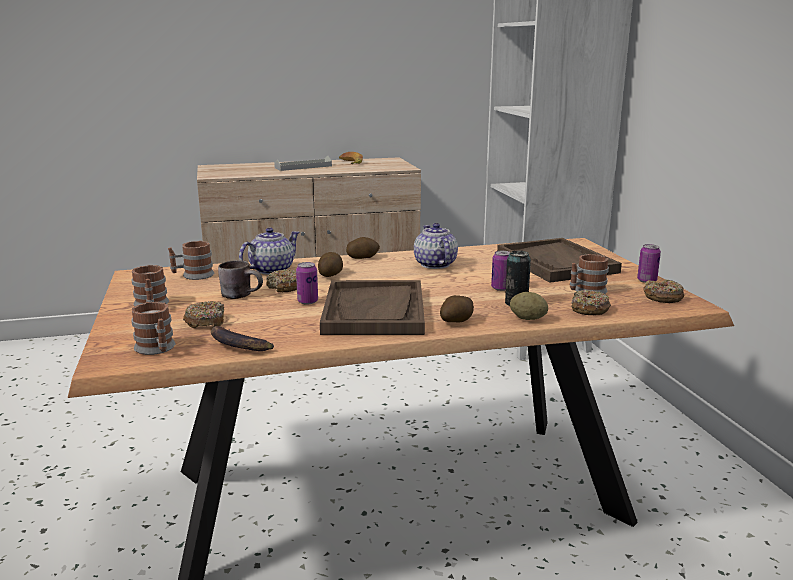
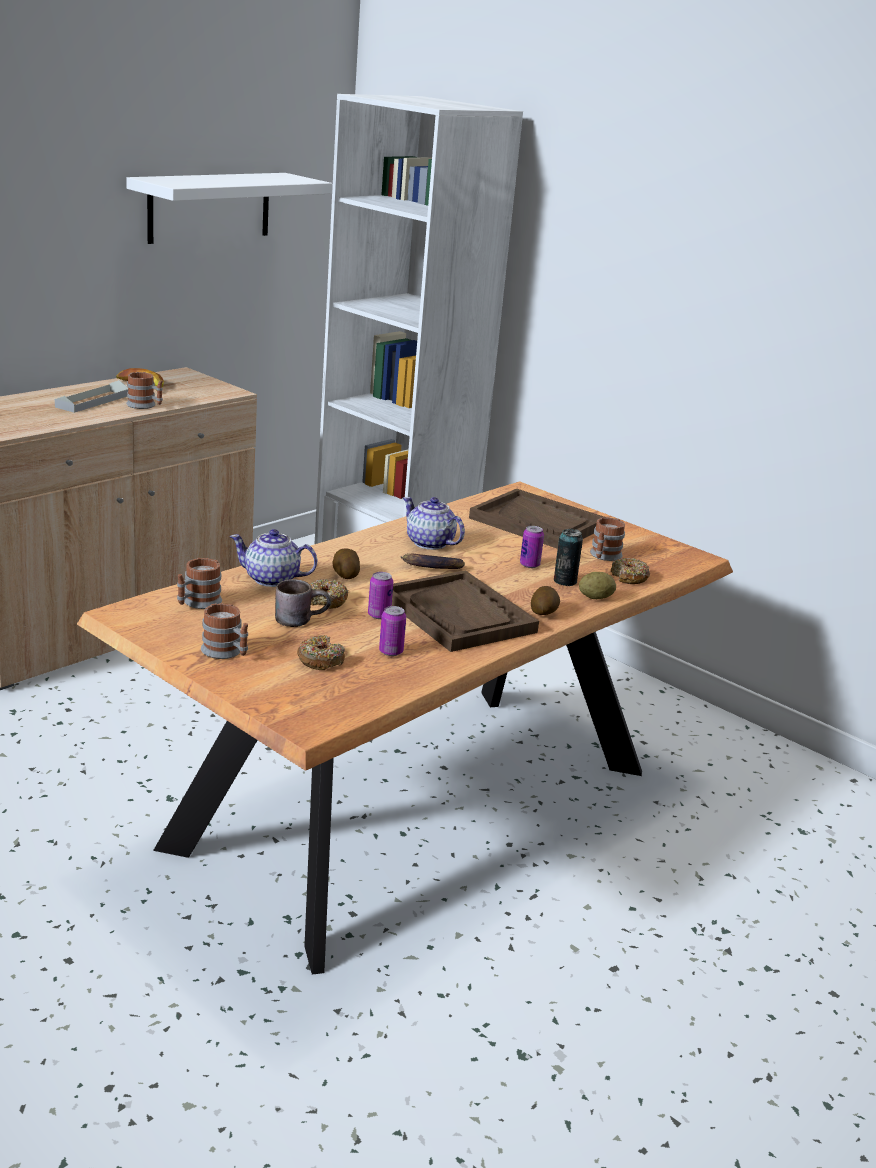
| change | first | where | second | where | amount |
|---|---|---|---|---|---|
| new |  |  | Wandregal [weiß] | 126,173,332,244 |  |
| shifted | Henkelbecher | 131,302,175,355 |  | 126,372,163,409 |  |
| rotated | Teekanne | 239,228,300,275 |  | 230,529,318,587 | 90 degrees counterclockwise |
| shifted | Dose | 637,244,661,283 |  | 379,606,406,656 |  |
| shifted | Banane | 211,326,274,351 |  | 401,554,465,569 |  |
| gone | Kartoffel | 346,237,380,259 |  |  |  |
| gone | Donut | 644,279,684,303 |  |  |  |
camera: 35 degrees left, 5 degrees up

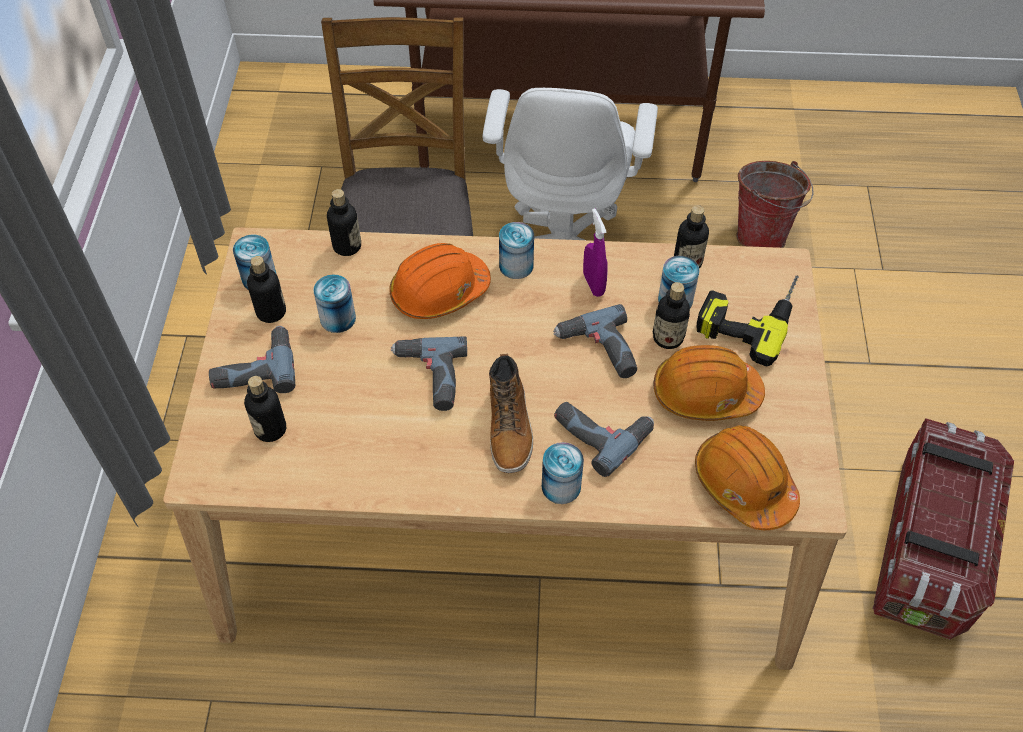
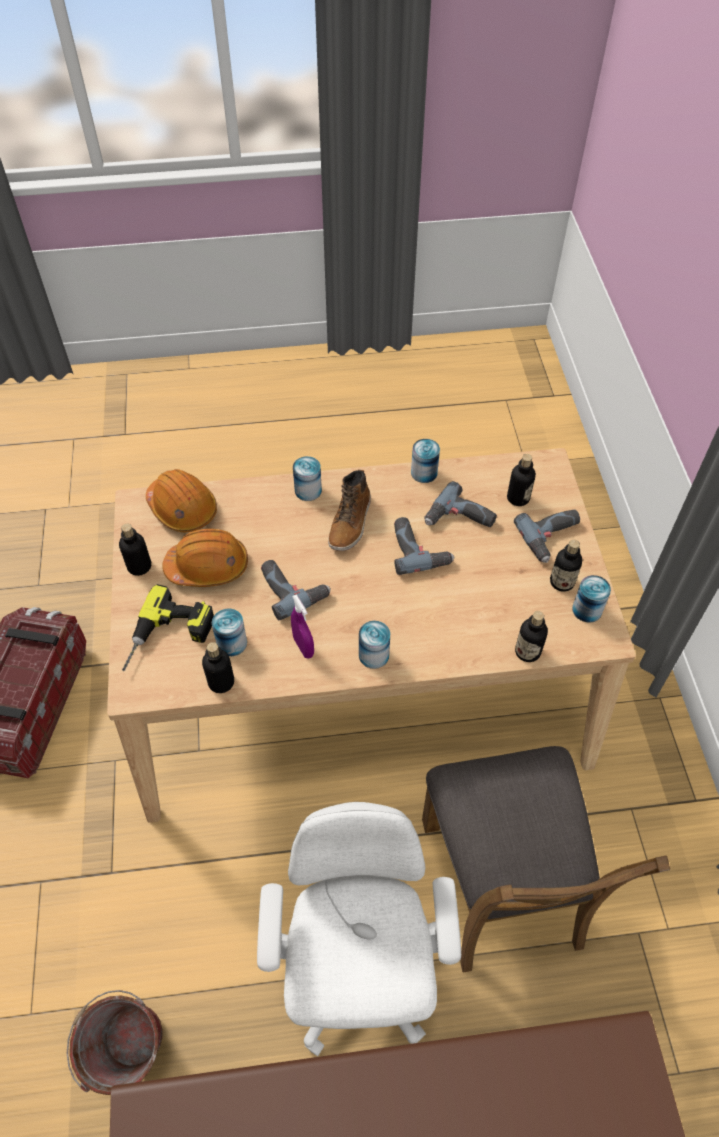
| change | first | where | second | where | amount |
|---|---|---|---|---|---|
| shifted | Flasche | 653,282,690,349 |  | 119,524,151,576 |  |
| rotated | Stiefel | 489,353,533,473 |  | 328,469,371,551 | 150 degrees counterclockwise |
| shifted | Dose | 313,275,356,333 |  | 411,439,440,483 |  |
| shifted | Bohrmaschine | 554,402,654,477 |  | 424,481,497,527 |  |
| gone | Schutzhelm [orange] | 389,243,491,319 |  |  |  |
camera: 170 degrees right, 0 degrees up

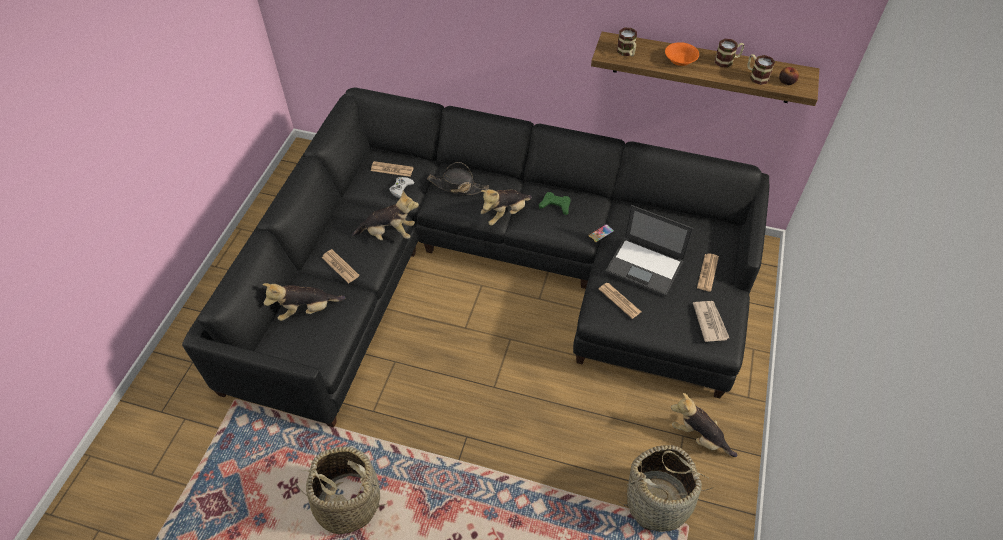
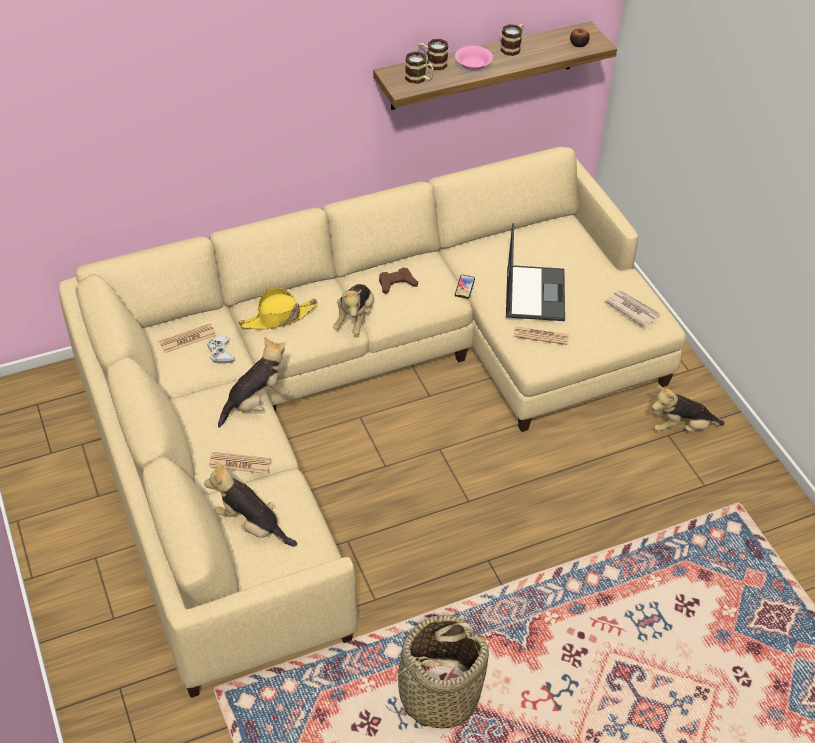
| change | first | where | second | where | amount |
|---|---|---|---|---|---|
| repainted | Sofa [schwarz] | 182,87,769,427 | Sofa [beige] | 59,147,686,698 |  |
| rotated | Plüschtier | 262,283,345,321 |  | 204,462,297,547 | 90 degrees clockwise |
| repainted | Hut [schwarz] | 427,162,489,195 | Hut [gelb] | 238,287,318,330 |  |
| repainted | Gamepad [grün] | 539,192,570,215 | Gamepad [braun] | 379,268,418,294 |  |
| shifted | Henkelbecher | 747,54,775,85 |  | 418,39,448,70 |  |
| repainted | Schüssel [orange] | 665,42,699,66 | Schüssel [rosa] | 455,46,493,71 |  |
| rotated | Laptop | 606,205,693,296 |  | 506,223,565,321 | 75 degrees counterclockwise |
| gone | Korb | 618,445,713,532 |  |  |  |
| gone | Zeitung | 697,253,719,292 |  |  |  |
camera: 40 degrees left, 5 degrees down

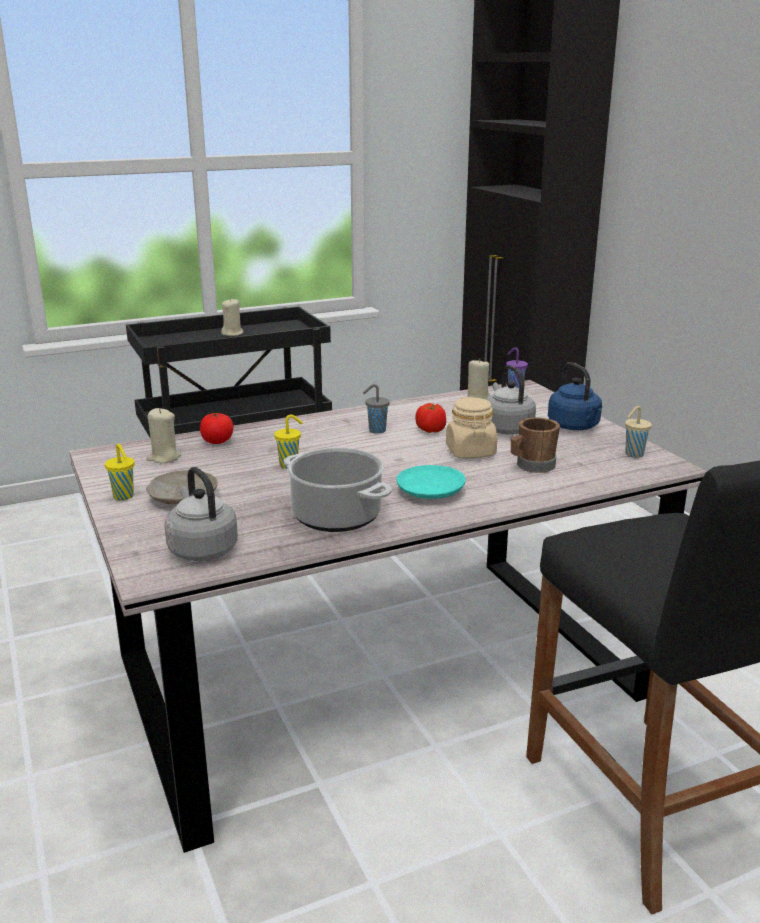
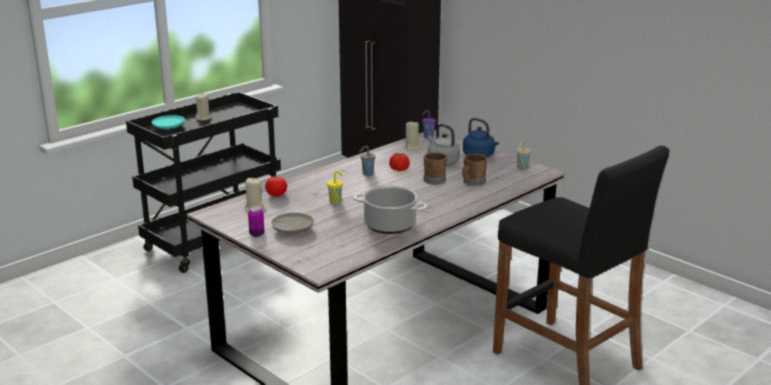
| change | first | where | second | where | amount |
|---|---|---|---|---|---|
| shifted | Teller [türkis] | 397,465,466,499 |  | 151,115,185,130 |  |
| swapped | Tasse [gelb] | 105,444,134,500 | Dose | 248,206,264,237 |  |
| swapped | Vorratsglas [beige] | 446,397,497,458 | Henkelbecher [braun] | 424,152,447,185 |  |
| gone | Wasserkessel [grau] | 164,467,238,561 |  |  |  |
camera: 20 degrees left, 0 degrees up

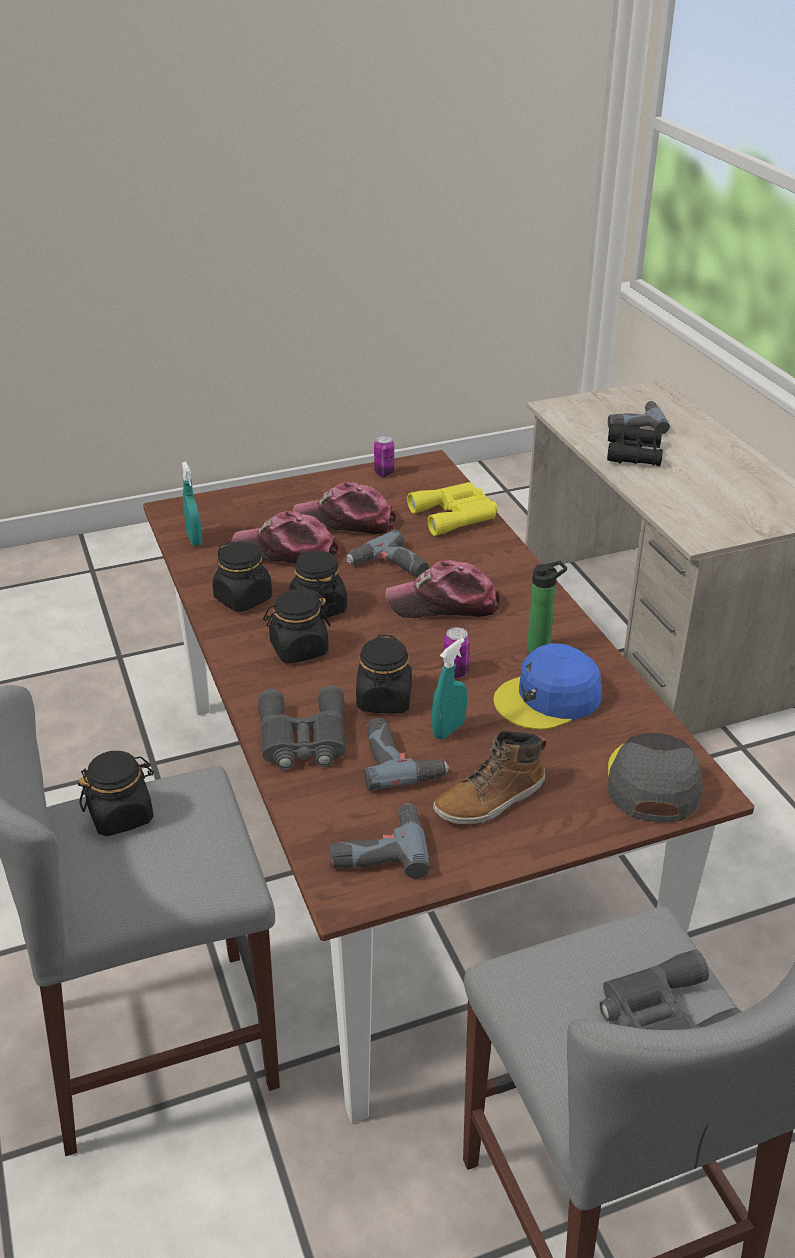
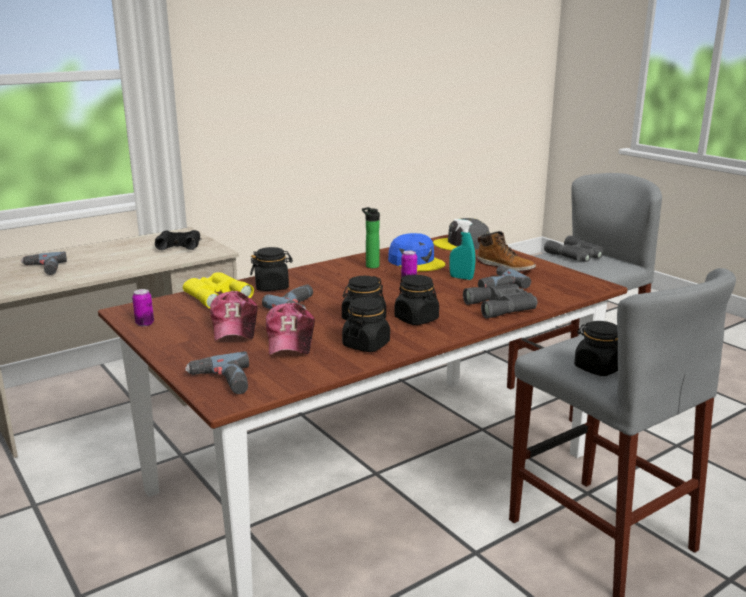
| change | first | where | second | where | amount |
|---|---|---|---|---|---|
| shifted | Fernglas [schwarz] | 607,423,663,466 |  | 155,230,202,250 |  |
| shifted | Bohrmaschine | 329,803,430,878 |  | 185,351,249,394 |  |
| shifted | Vorratsglas [schwarz] | 356,635,412,714 |  | 250,247,293,291 |  |
| gone | Sprühflasche [türkis] | 182,462,203,546 |  |  |  |
| gone | Kappe | 386,560,501,618 |  |  |  |
camera: 105 degrees left, 15 degrees down

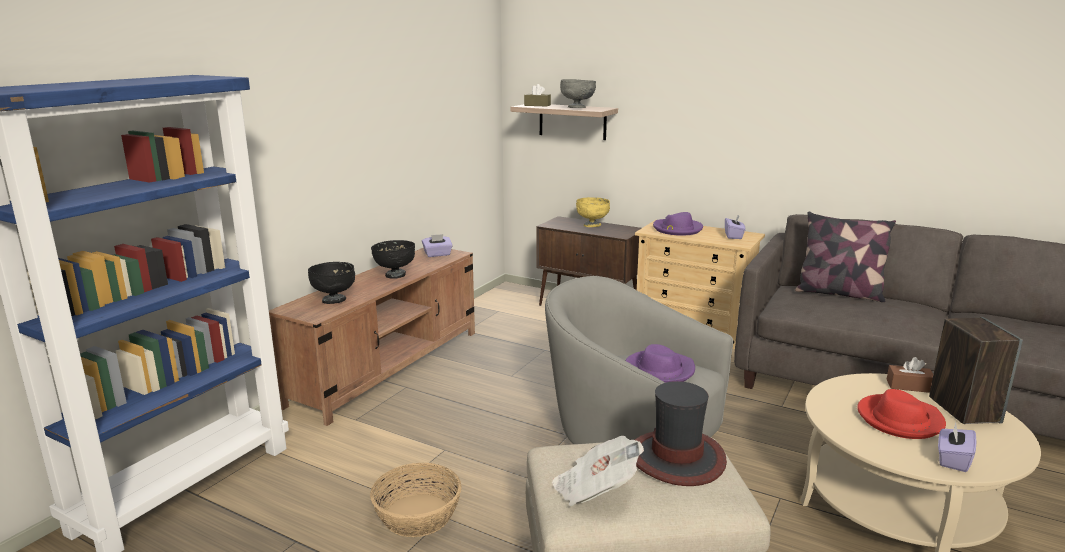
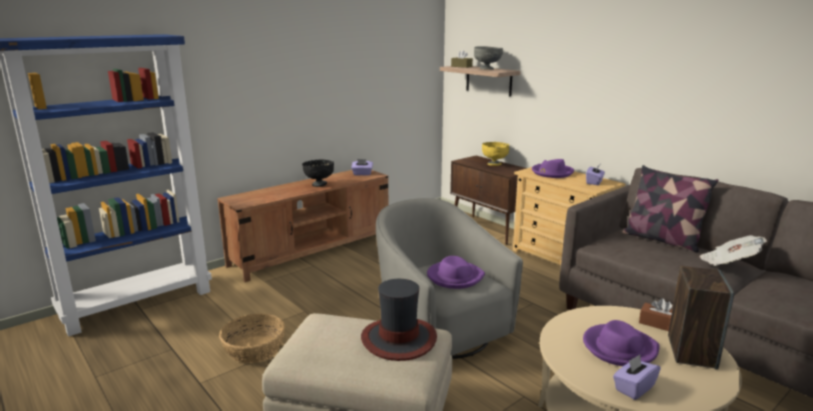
| change | first | where | second | where | amount |
|---|---|---|---|---|---|
| repainted | Hut [rot] | 857,389,946,439 | Hut [lila] | 583,320,660,366 |  |
| shifted | Zeitung | 552,436,644,506 |  | 700,235,767,266 |  |
| gone | Schüssel [schwarz] | 308,262,355,304 |  |  |  |
camera: 20 degrees right, 0 degrees up

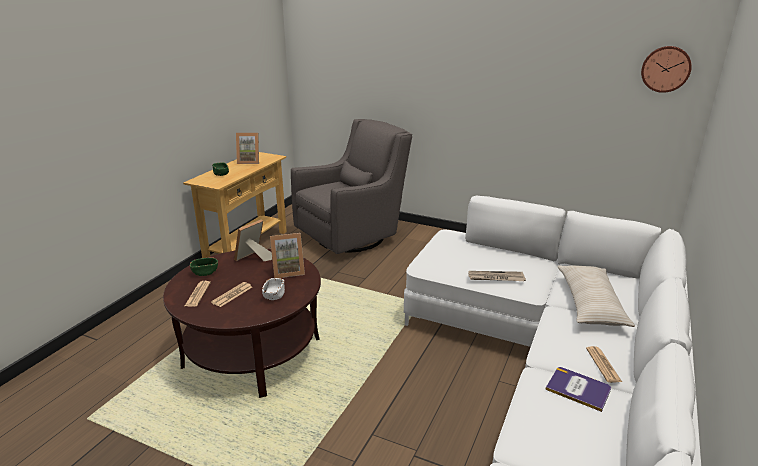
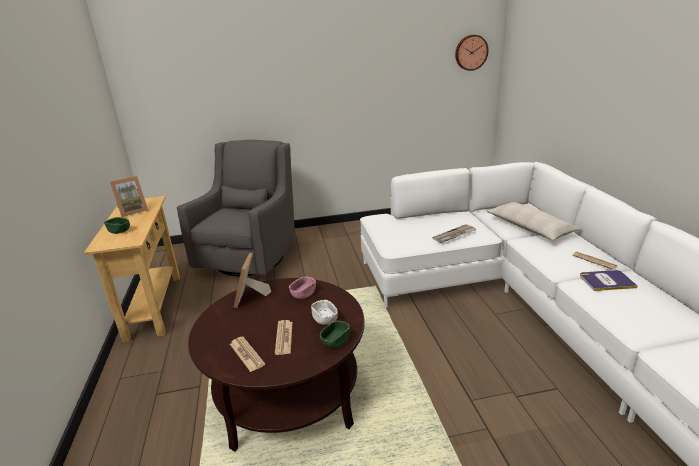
| change | first | where | second | where | amount |
|---|---|---|---|---|---|
| swapped | Bilderrahmen | 270,233,305,278 | Schüssel [rosa] | 289,276,316,299 |  |
| shifted | Schüssel [grün] | 190,257,218,276 |  | 320,321,350,349 |  |
camera: 35 degrees left, 0 degrees up

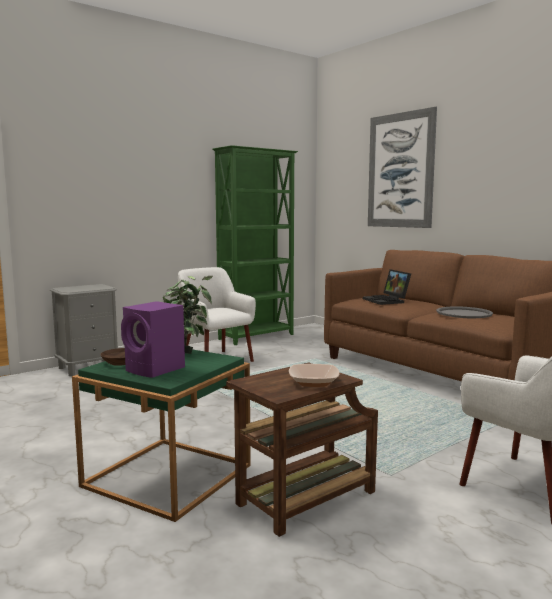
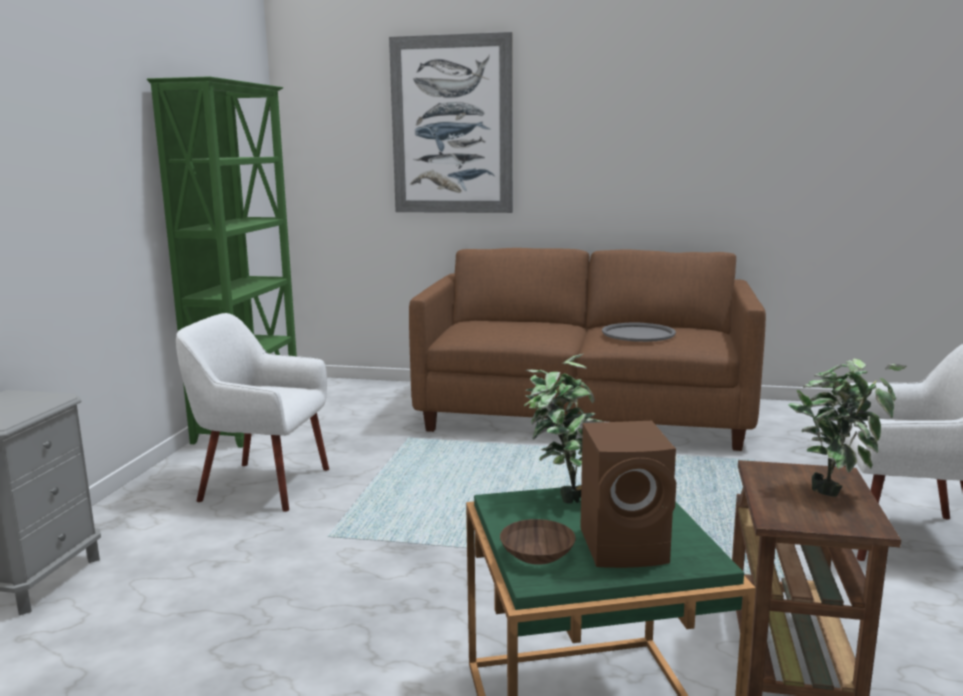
| change | first | where | second | where | amount |
|---|---|---|---|---|---|
| repainted | Lautsprecher [lila] | 121,301,185,378 | Lautsprecher [braun] | 580,421,676,568 |  |
| swapped | Schüssel | 289,364,339,387 | Topfpflanze | 788,359,907,497 |  |
| gone | Laptop | 363,269,411,305 |  |  |  |
camera: 40 degrees left, 5 degrees up

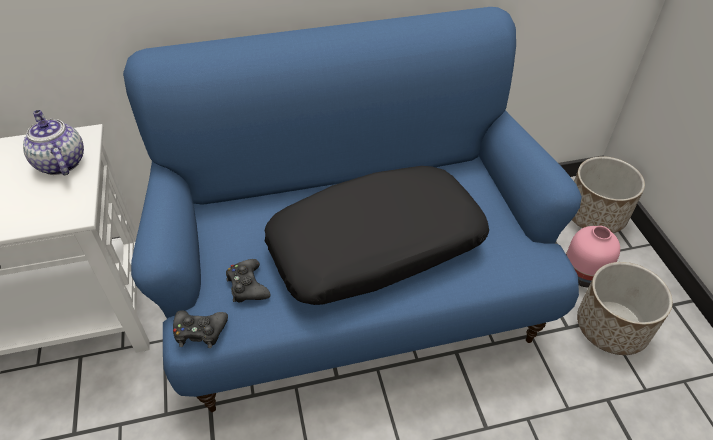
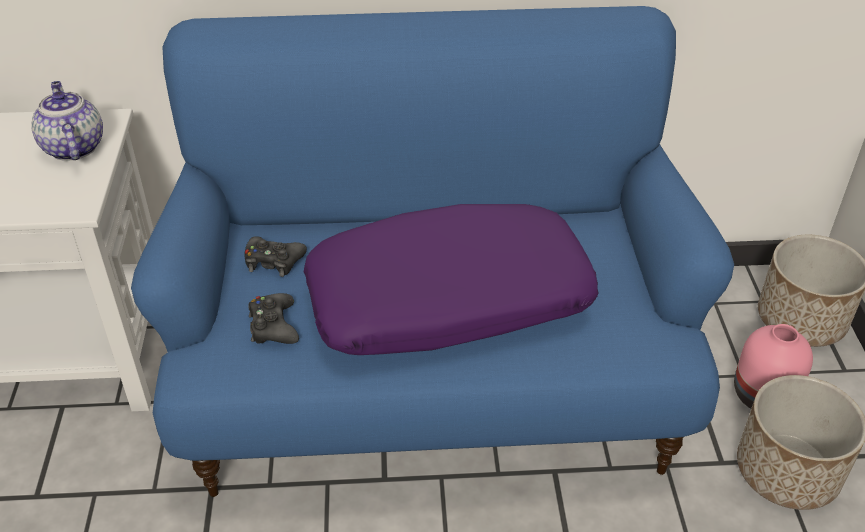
| change | first | where | second | where | amount |
|---|---|---|---|---|---|
| shifted | Gamepad [schwarz] | 173,310,228,348 |  | 245,236,307,277 |  |
| repainted | Kissen [schwarz] | 265,166,489,305 | Kissen [lila] | 304,204,599,355 |  |
camera: 10 degrees right, 5 degrees down

